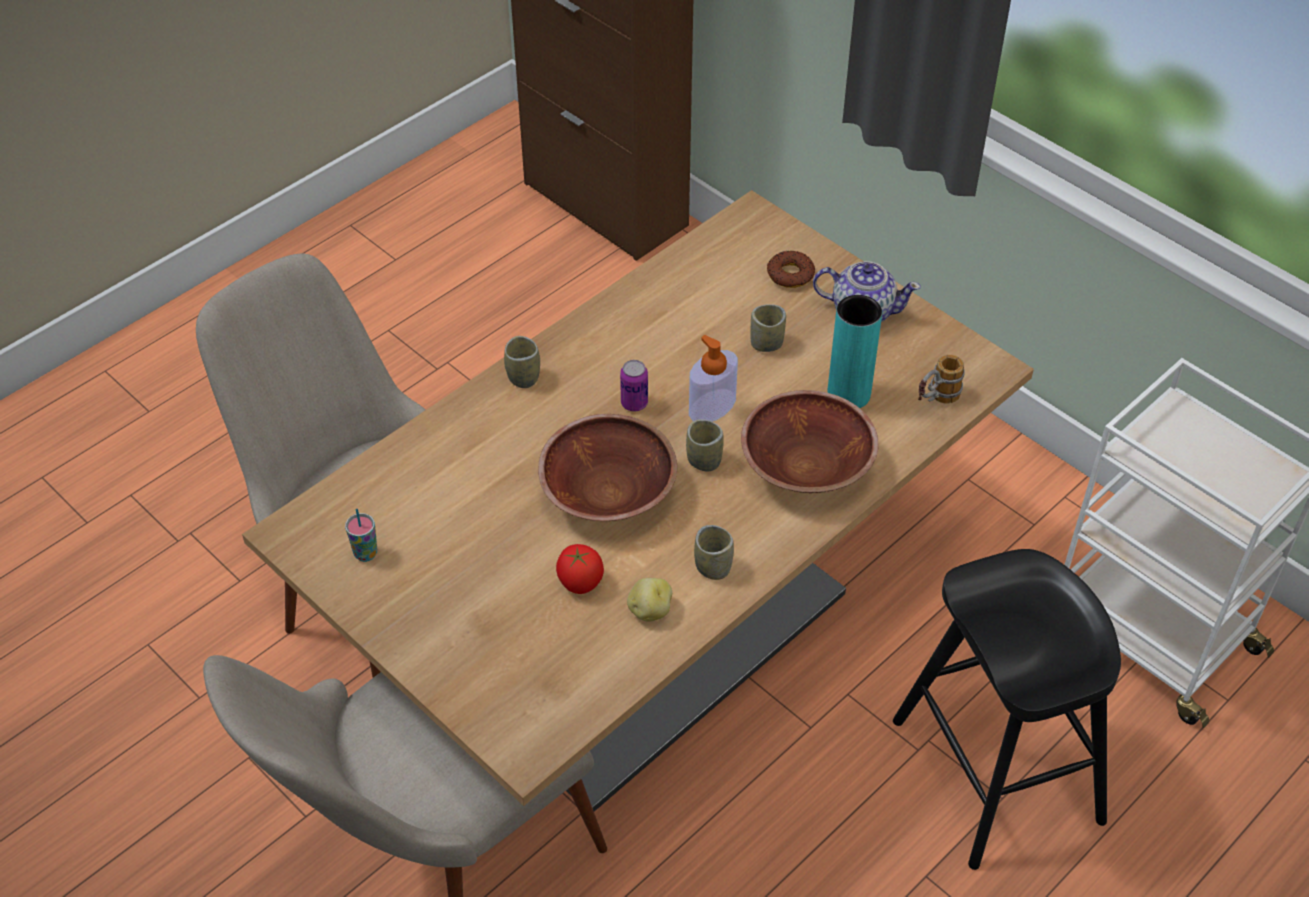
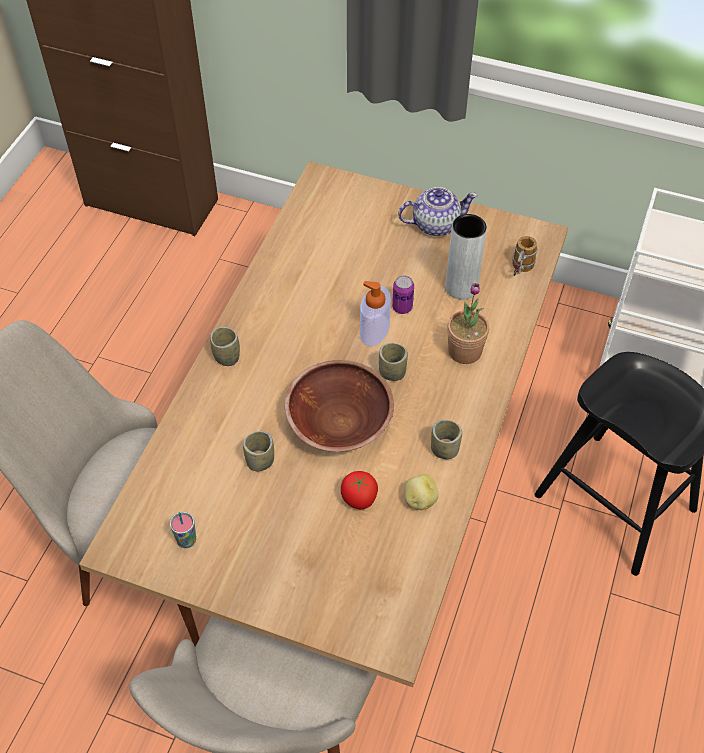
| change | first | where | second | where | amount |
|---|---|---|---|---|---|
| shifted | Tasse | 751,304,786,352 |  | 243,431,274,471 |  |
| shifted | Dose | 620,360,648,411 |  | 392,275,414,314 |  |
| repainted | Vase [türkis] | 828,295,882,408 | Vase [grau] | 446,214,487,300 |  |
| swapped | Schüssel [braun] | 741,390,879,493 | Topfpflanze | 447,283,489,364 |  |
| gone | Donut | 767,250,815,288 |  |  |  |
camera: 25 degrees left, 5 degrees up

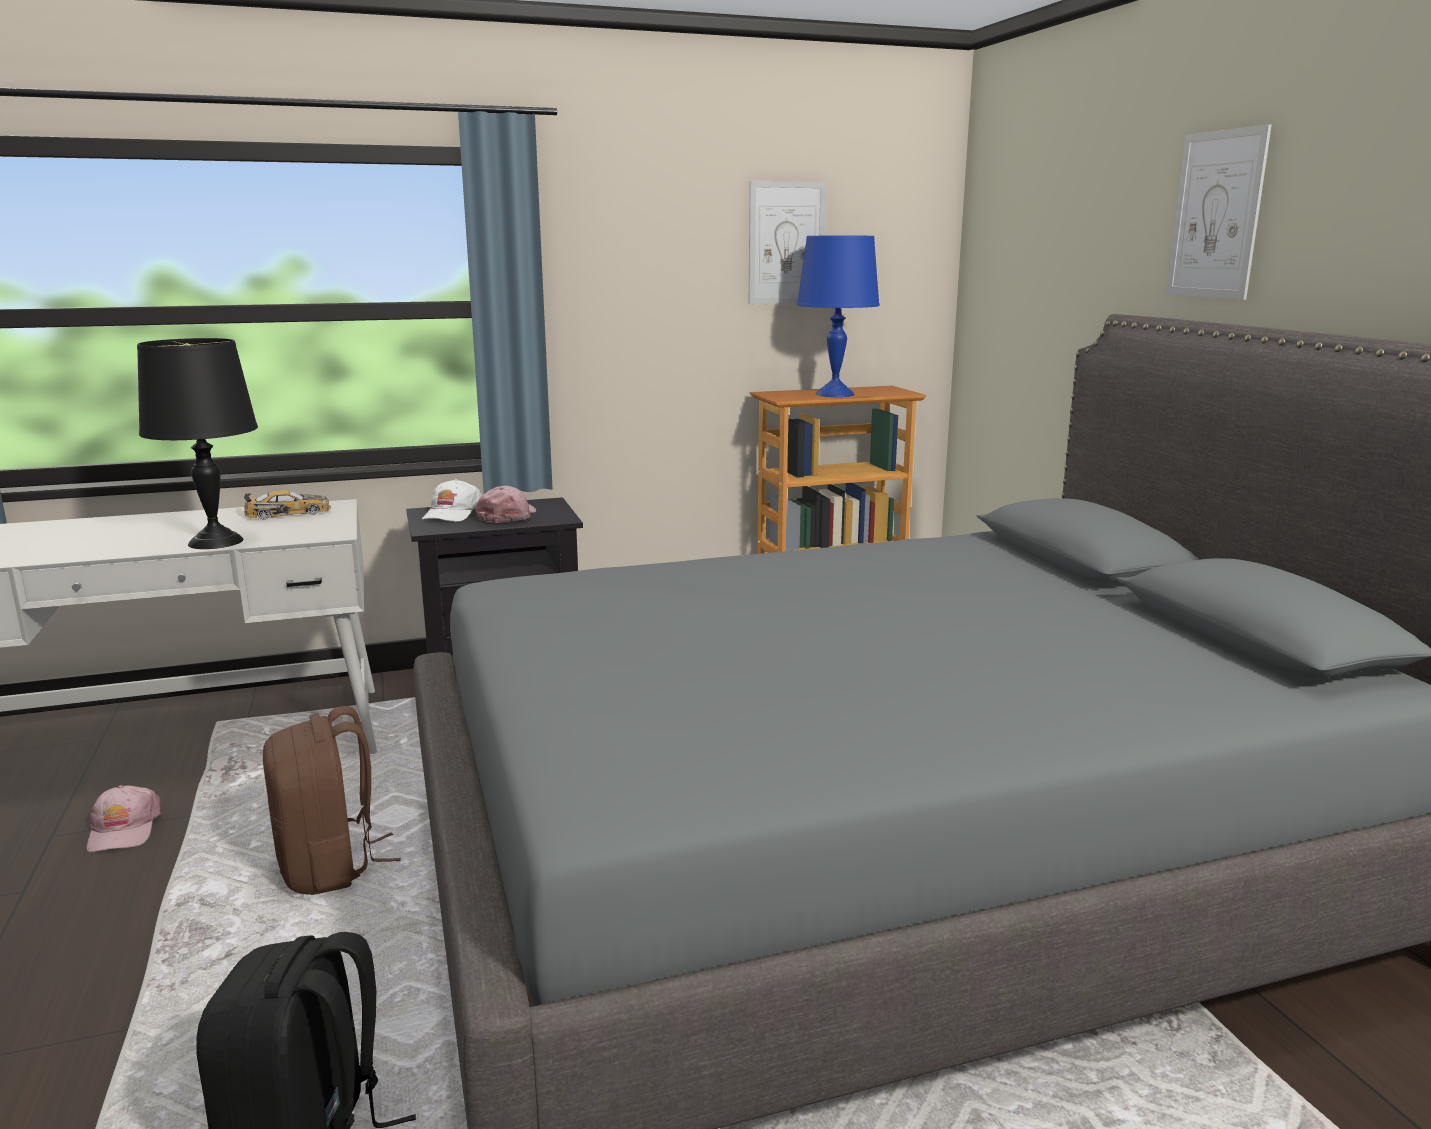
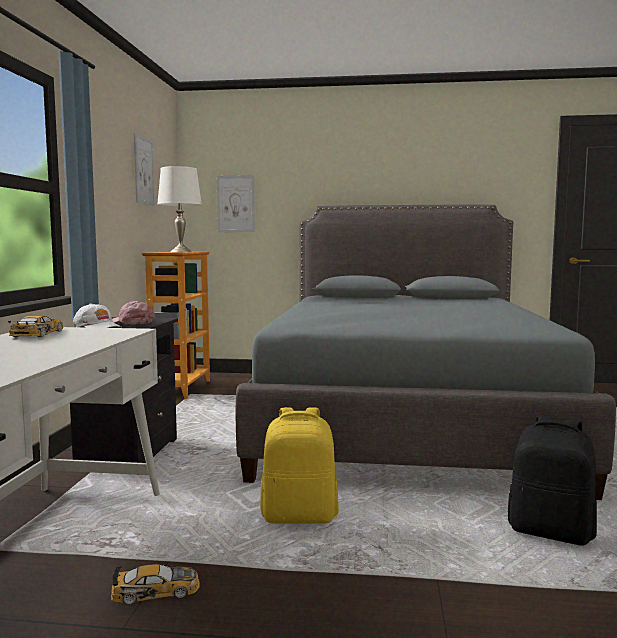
| change | first | where | second | where | amount |
|---|---|---|---|---|---|
| swapped | Kappe [rosa] | 87,785,162,852 | Spielzeugauto | 111,564,200,604 |  |
| repainted | Tischlampe [blau] | 797,236,880,397 | Tischlampe [weiß] | 157,166,202,252 |  |
| shifted | Bild | 1166,124,1272,300 |  | 217,175,255,232 |  |
| repainted | Rucksack [braun] | 263,706,401,895 | Rucksack [gelb] | 260,407,339,524 |  |
| gone | Tischlampe [schwarz] | 137,338,258,549 |  |  |  |
camera: 65 degrees left, 10 degrees down

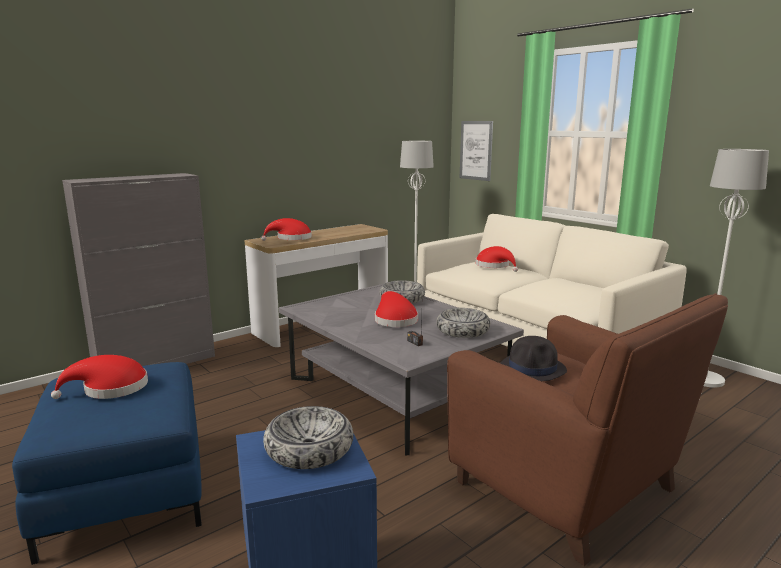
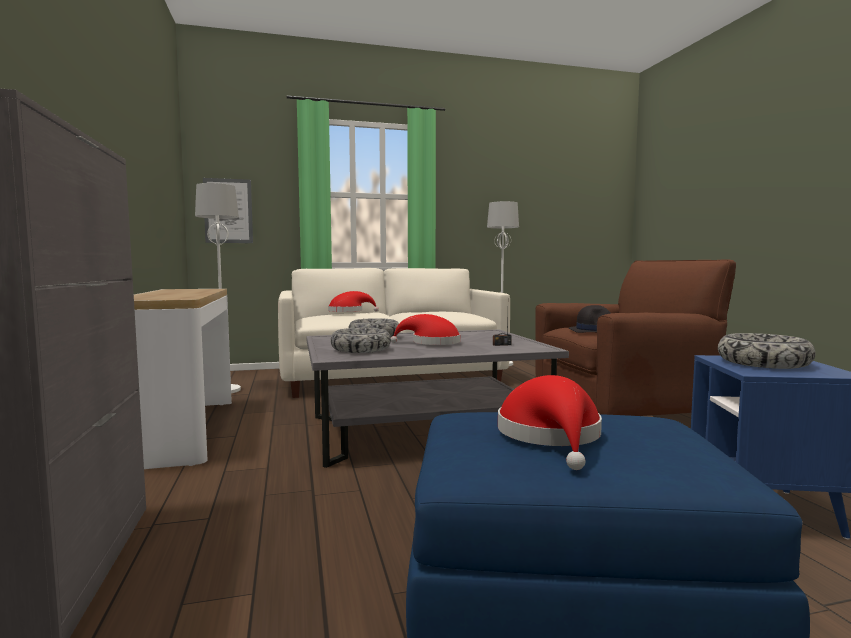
| change | first | where | second | where | amount |
|---|---|---|---|---|---|
| shifted | Schüssel | 436,308,490,338 |  | 330,328,391,353 |  |
| gone | Hut [rot] | 261,218,312,241 |  |  |  |
camera: 65 degrees left, 10 degrees down

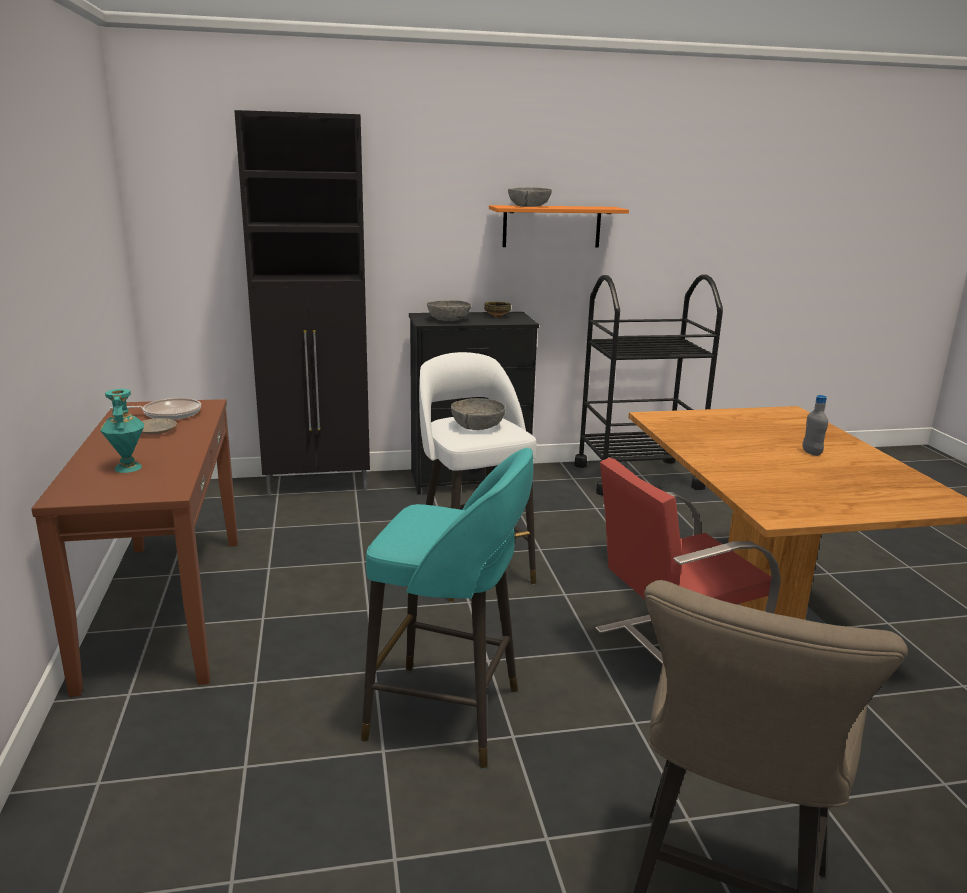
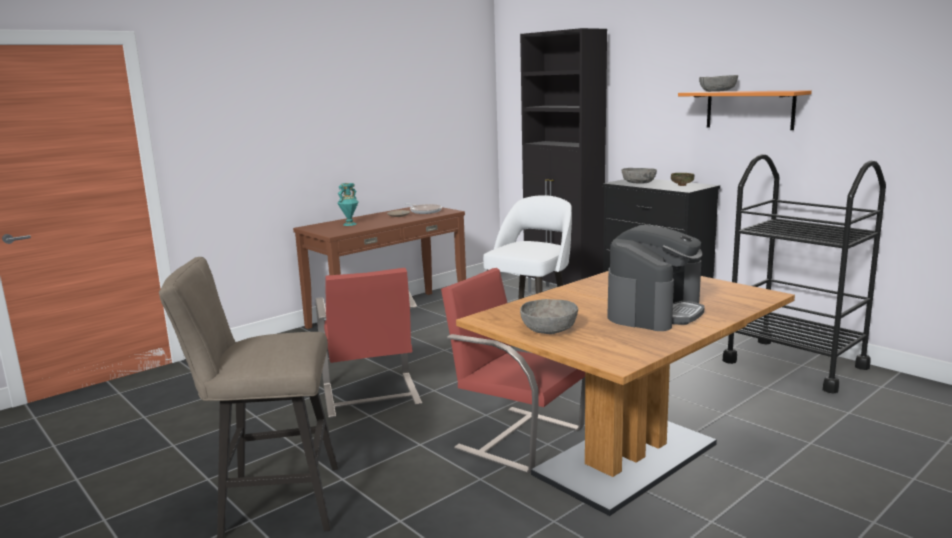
| change | first | where | second | where | amount |
|---|---|---|---|---|---|
| swapped | Hocker [türkis] | 361,448,533,769 | Stuhl [rot] | 315,268,422,418 |  |
| shifted | Schüssel [grau] | 451,398,505,430 |  | 520,299,578,334 |  |
| swapped | Flasche [grau] | 802,395,828,456 | Kaffeemaschine | 607,225,705,331 |  |
camera: 60 degrees right, 5 degrees down

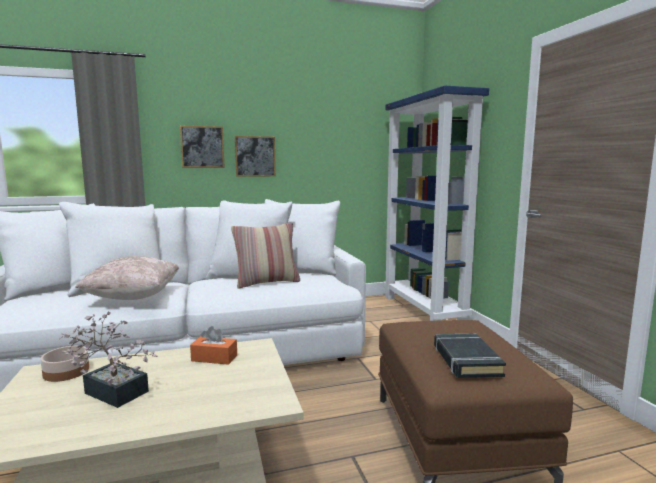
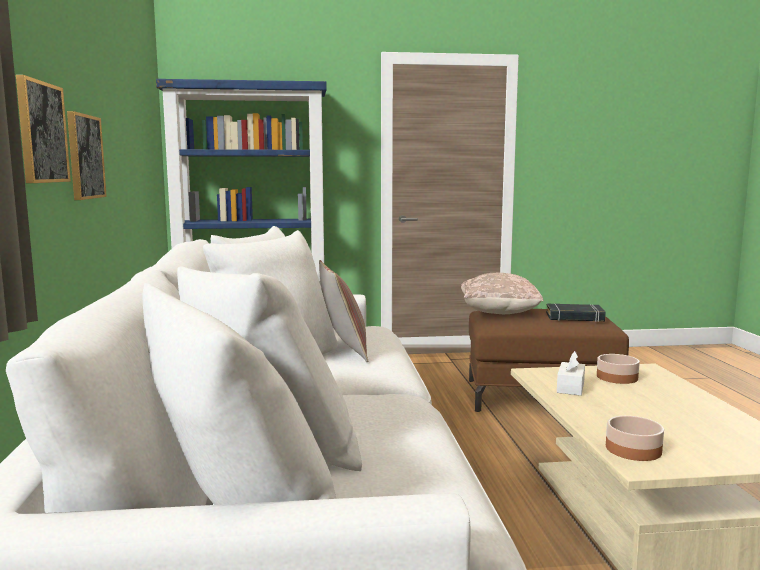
| change | first | where | second | where | amount |
|---|---|---|---|---|---|
| shifted | Kissen [beige] | 75,256,179,300 |  | 461,273,543,314 |  |
| repainted | Taschentuchbox [orange] | 190,326,237,365 | Taschentuchbox [weiß] | 557,351,585,396 |  |
| new |  |  | Schüssel | 597,354,640,384 |  |
| gone | Topfpflanze | 59,312,157,408 |  |  |  |
camera: 80 degrees left, 0 degrees up

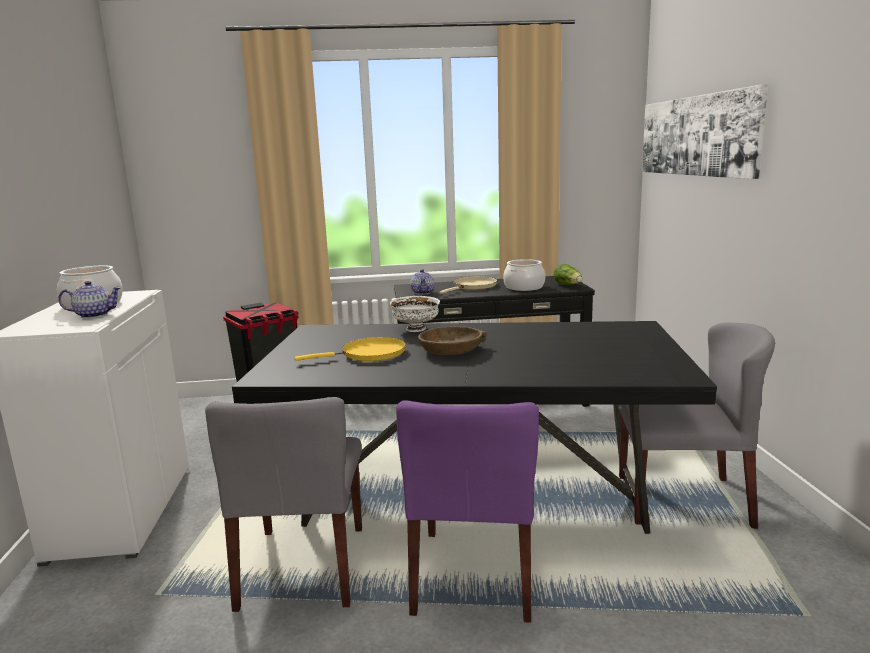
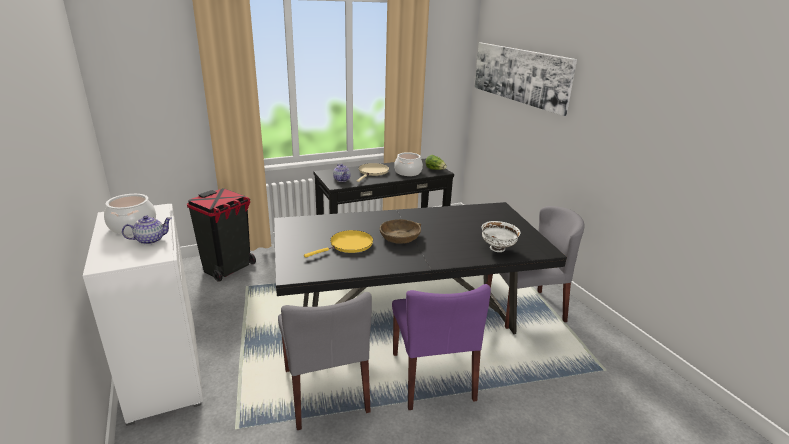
| change | first | where | second | where | amount |
|---|---|---|---|---|---|
| shifted | Schüssel [weiß] | 390,296,440,332 |  | 482,221,521,252 |  |
camera: 20 degrees left, 10 degrees up

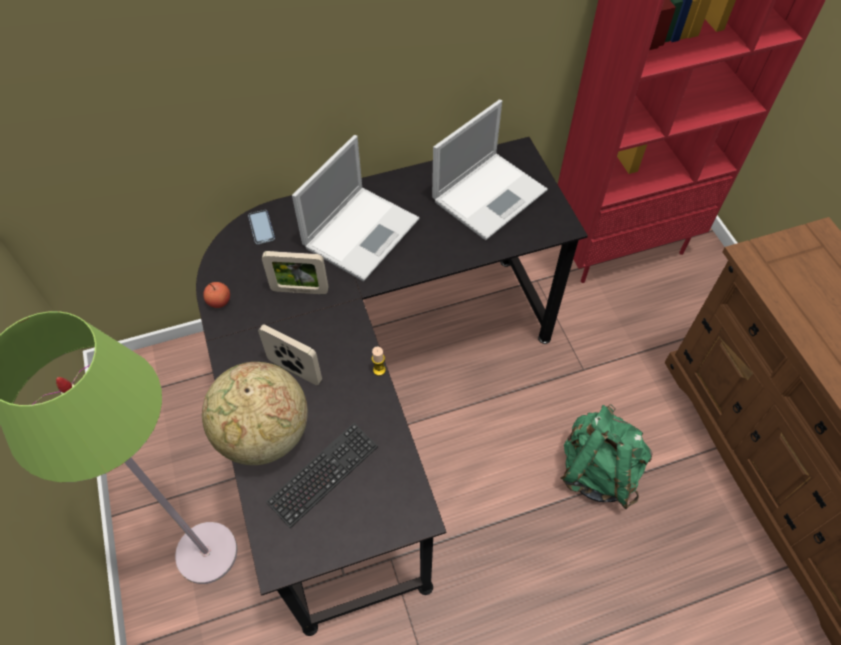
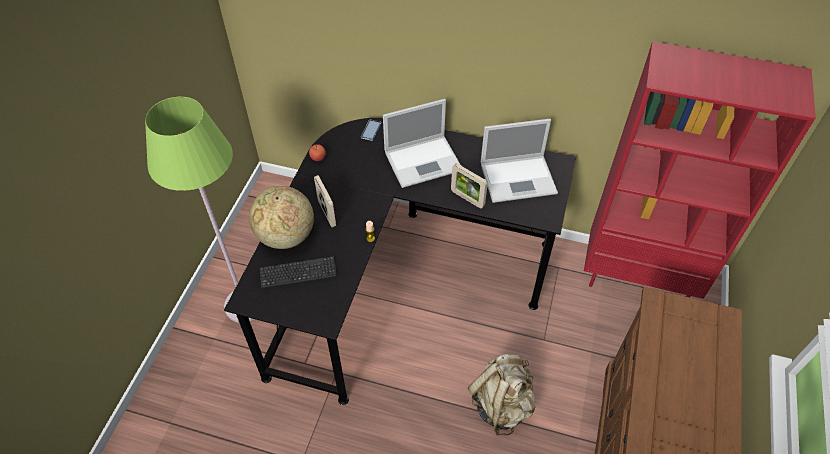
| change | first | where | second | where | amount |
|---|---|---|---|---|---|
| shifted | Bilderrahmen | 262,251,328,294 |  | 451,163,488,208 |  |
| repainted | Rucksack [grün] | 560,404,653,510 | Rucksack [beige] | 468,354,536,436 |  |
camera: 35 degrees right, 5 degrees down

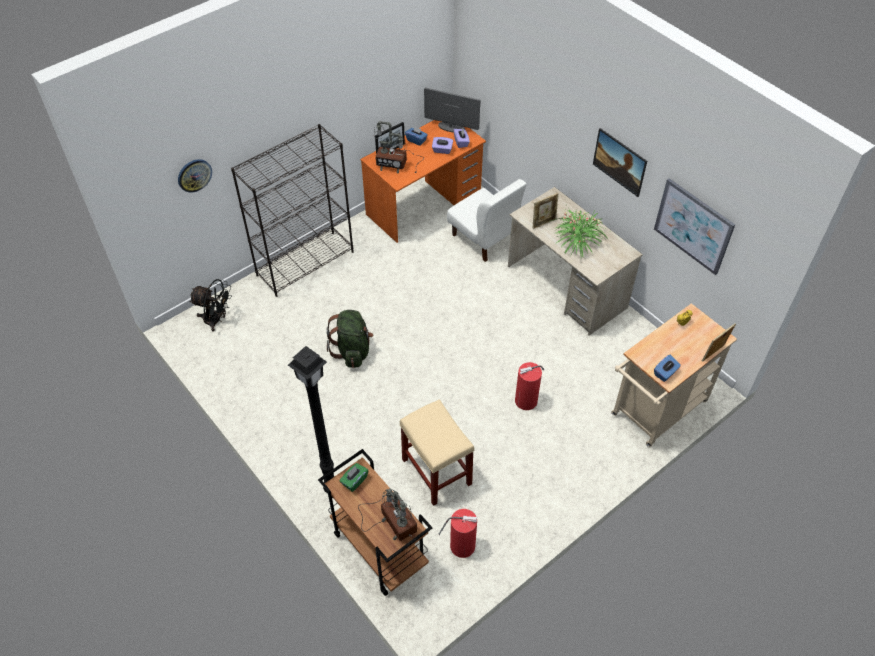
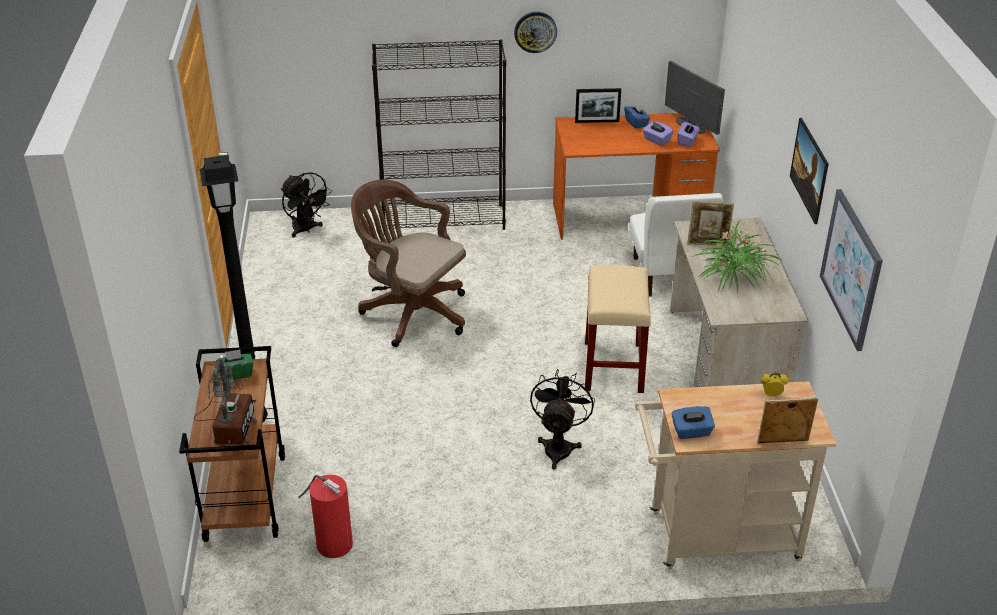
| change | first | where | second | where | amount |
|---|---|---|---|---|---|
| swapped | Rucksack [grün] | 326,310,373,368 | Bürostuhl [braun] | 351,180,466,347 |  |
| shifted | Wanduhr | 178,159,212,193 |  | 514,12,557,53 |  |
| swapped | Feuerlöscher | 515,362,544,410 | Ventilator [schwarz] | 530,369,595,470 |  |
| shifted | Hocker [beige] | 400,399,474,506 |  | 585,265,651,393 |  |
| gone | Tischlampe | 374,121,423,174 |  |  |  |
camera: 35 degrees right, 15 degrees down

